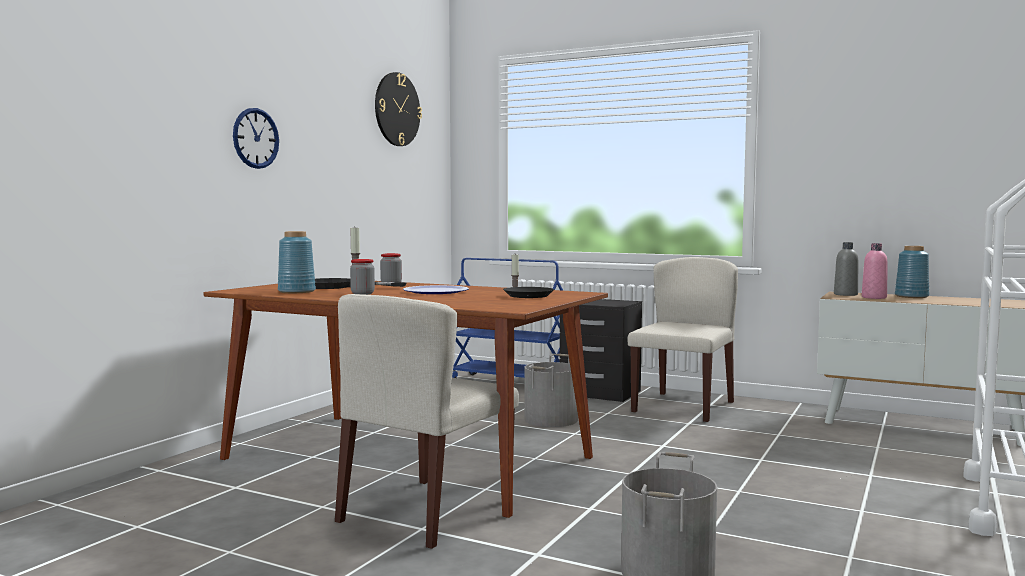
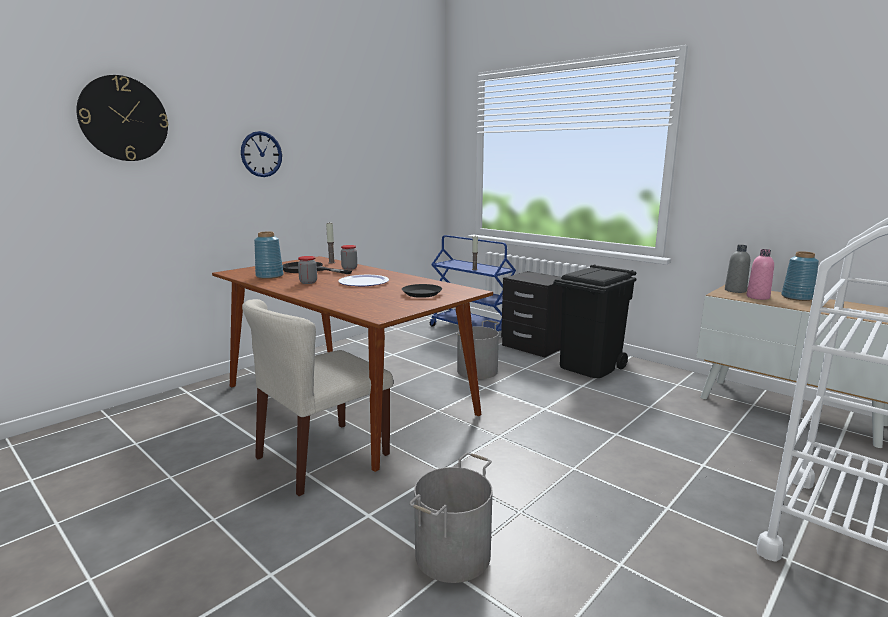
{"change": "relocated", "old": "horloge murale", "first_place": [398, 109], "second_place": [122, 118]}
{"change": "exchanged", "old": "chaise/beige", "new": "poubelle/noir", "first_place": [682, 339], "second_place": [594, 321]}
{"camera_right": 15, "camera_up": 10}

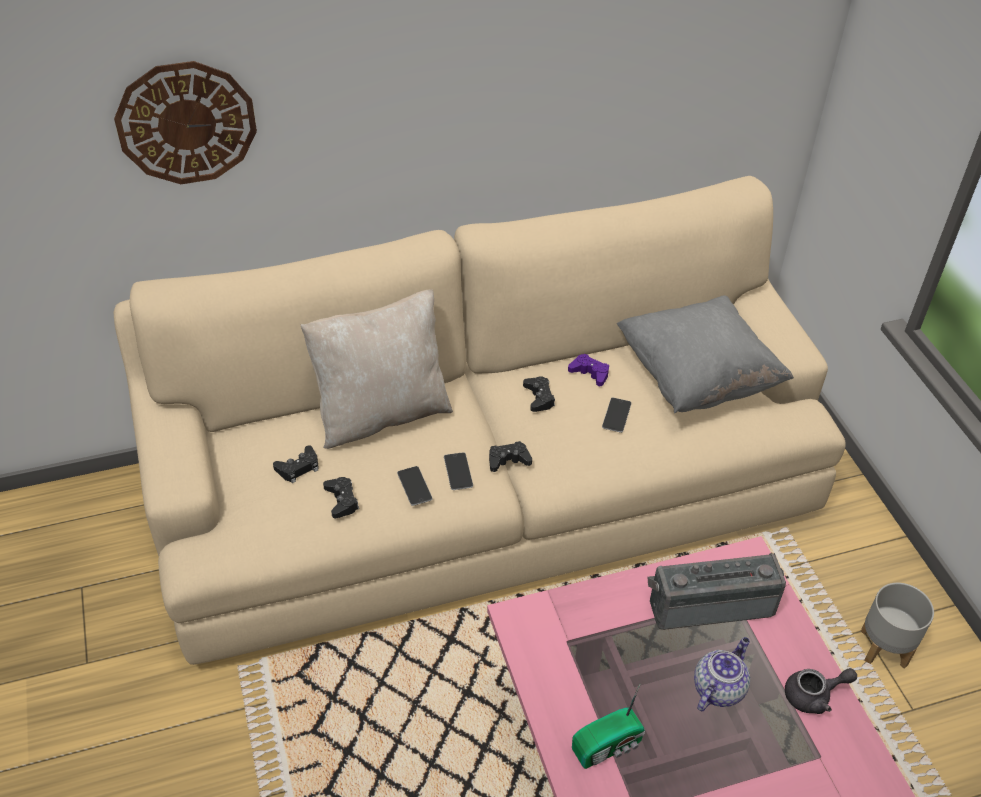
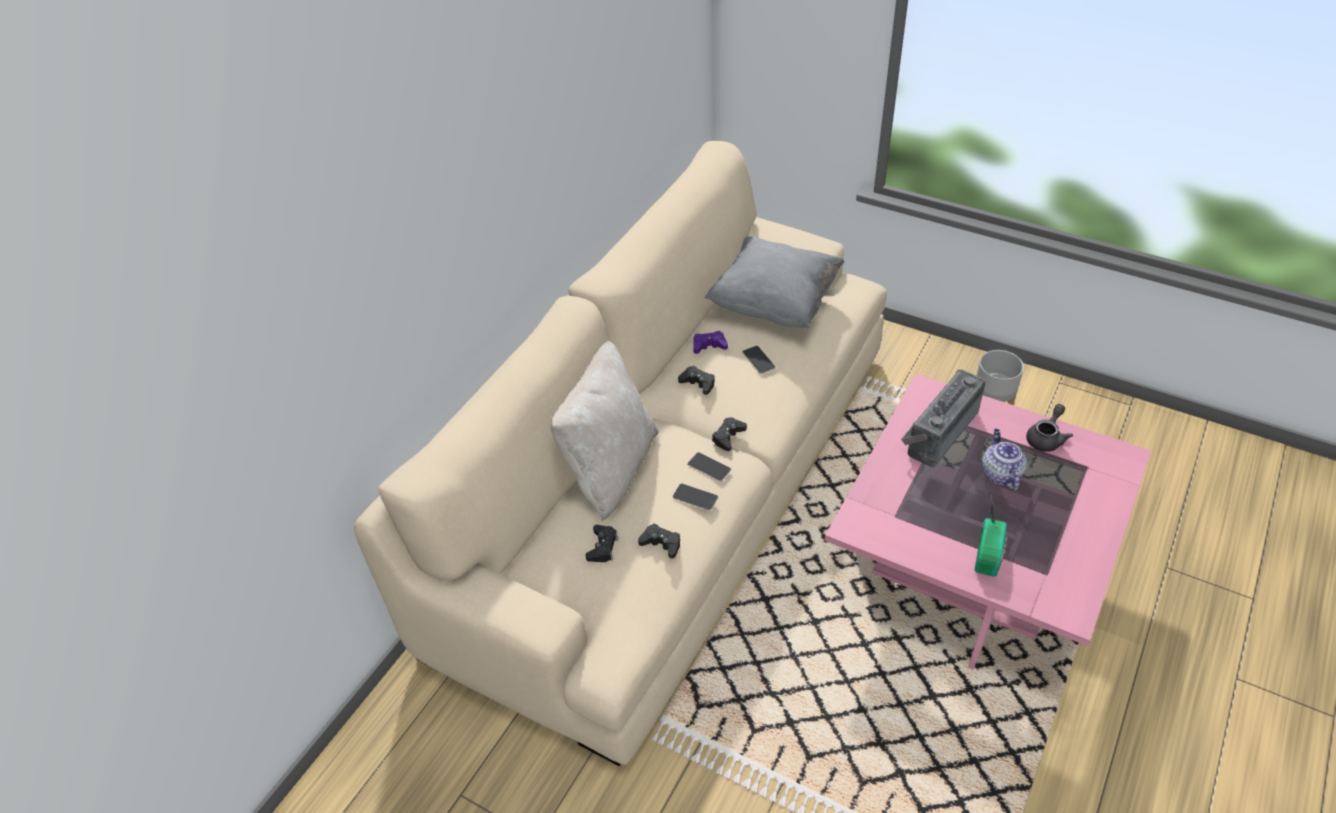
{"change": "missing", "old": "horloge murale", "first_place": [185, 122]}
{"camera_right": -40, "camera_up": 0}

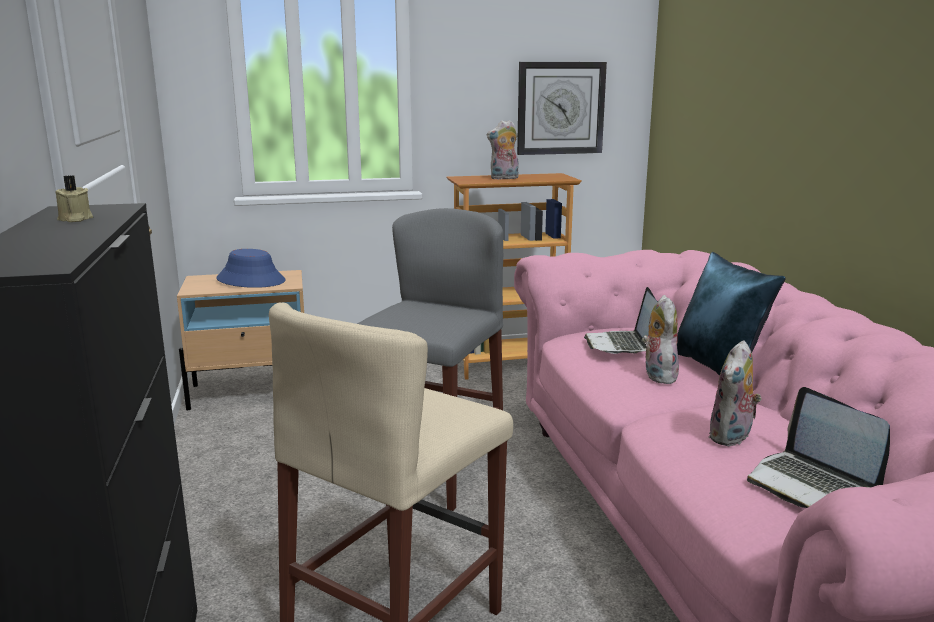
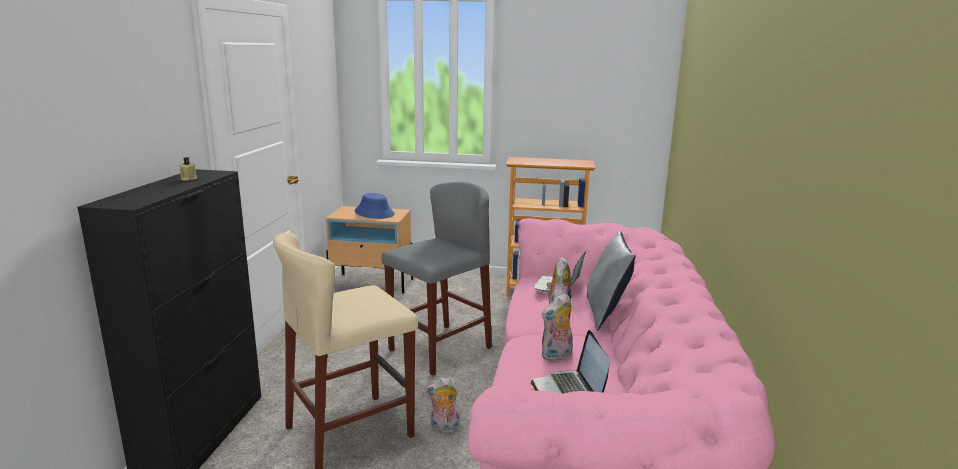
{"change": "relocated", "old": "peluche", "first_place": [503, 150], "second_place": [443, 405]}
{"change": "colour", "old": "coussin/bleu", "new": "coussin/gris", "first_place": [731, 314], "second_place": [611, 281]}
{"change": "missing", "old": "horloge murale", "first_place": [562, 108]}
{"camera_right": 20, "camera_up": 0}

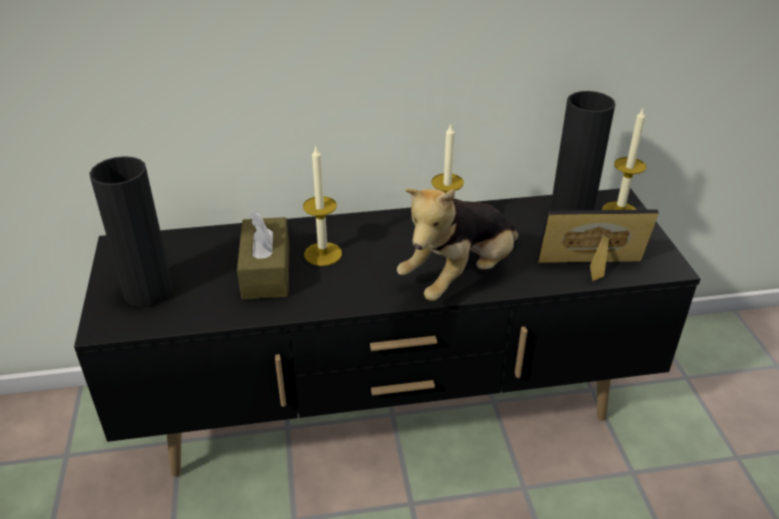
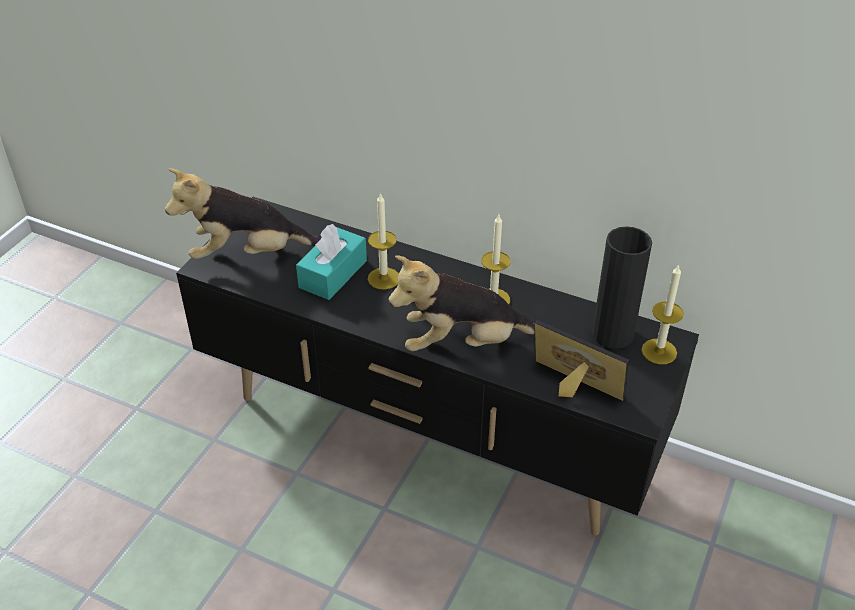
{"change": "exchanged", "old": "vase/noir", "new": "peluche", "first_place": [131, 231], "second_place": [243, 213]}
{"change": "colour", "old": "boîte à mouchoirs/marron", "new": "boîte à mouchoirs/turquoise", "first_place": [263, 255], "second_place": [331, 262]}
{"camera_right": 35, "camera_up": 5}

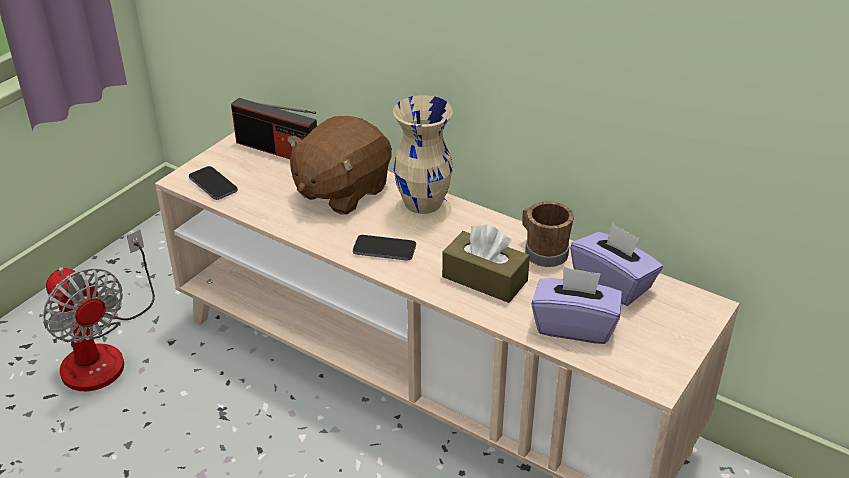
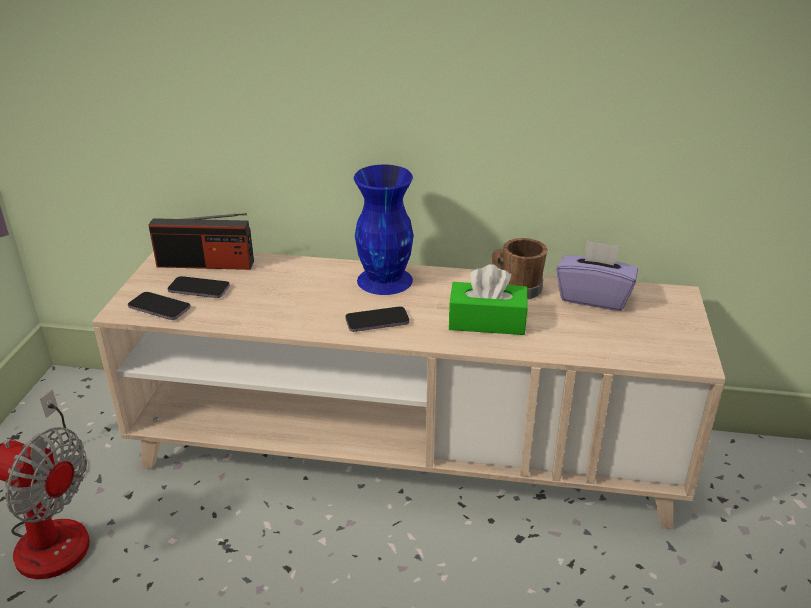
{"change": "appeared", "new": "téléphone", "second_place": [198, 287]}
{"change": "colour", "old": "vase/beige", "new": "vase/bleu", "first_place": [423, 160], "second_place": [384, 230]}
{"change": "colour", "old": "boîte à mouchoirs/marron", "new": "boîte à mouchoirs/vert", "first_place": [486, 263], "second_place": [488, 299]}
{"change": "missing", "old": "peluche/marron", "first_place": [339, 165]}
{"change": "missing", "old": "boîte à mouchoirs/violet", "first_place": [576, 305]}
{"camera_right": -25, "camera_up": -5}

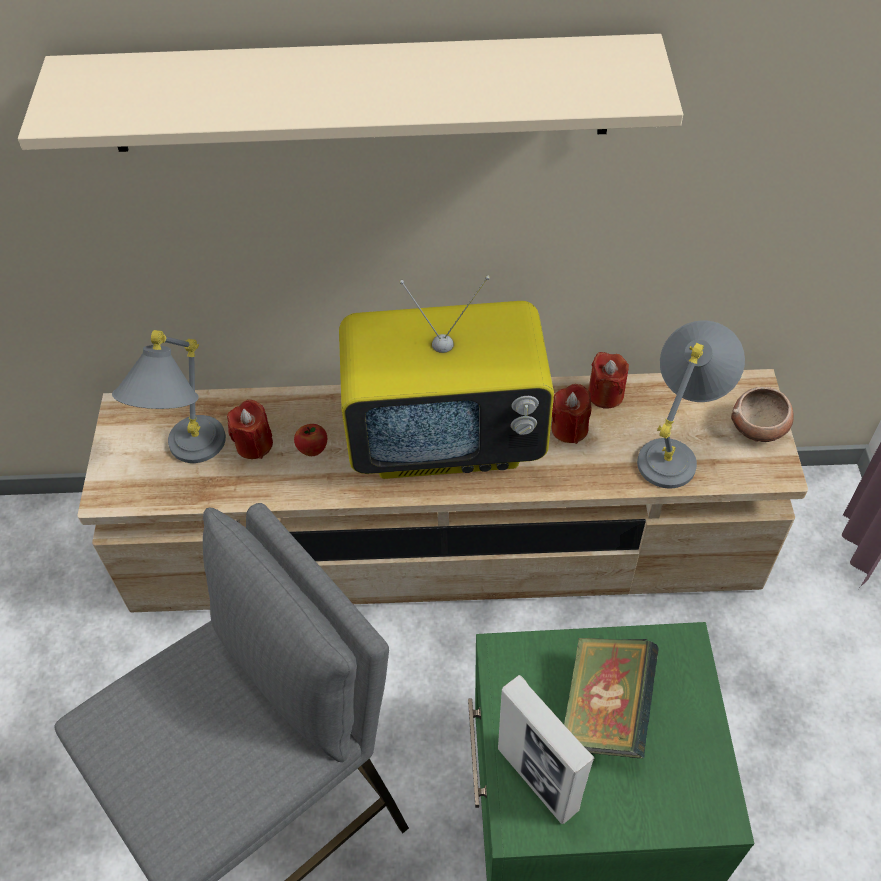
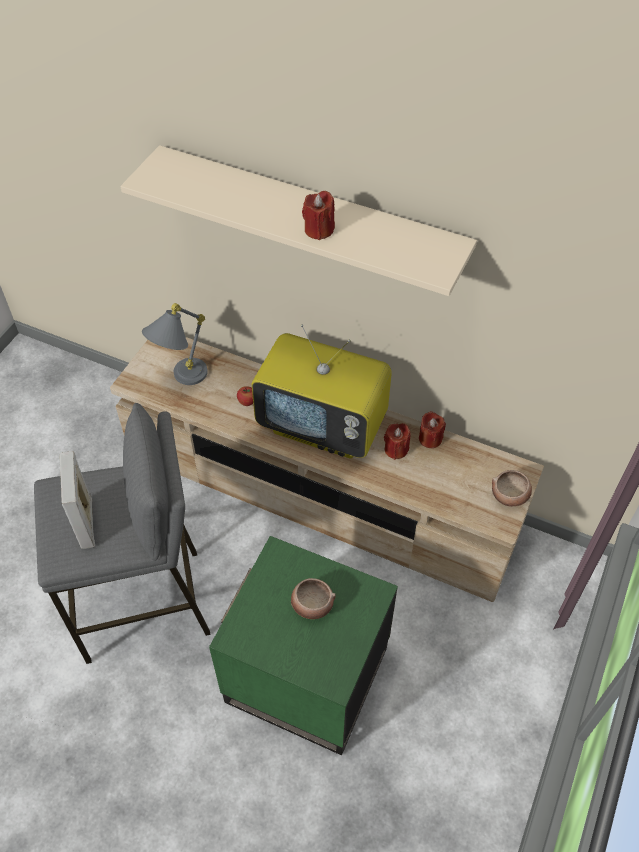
{"change": "relocated", "old": "cadre photo", "first_place": [546, 749], "second_place": [77, 500]}
{"change": "exchanged", "old": "livre", "new": "bol", "first_place": [611, 698], "second_place": [313, 598]}
{"change": "relocated", "old": "bougie/rouge", "first_place": [250, 429], "second_place": [318, 215]}
{"change": "missing", "old": "lampe de table/gris", "first_place": [691, 404]}
{"camera_right": 25, "camera_up": 0}

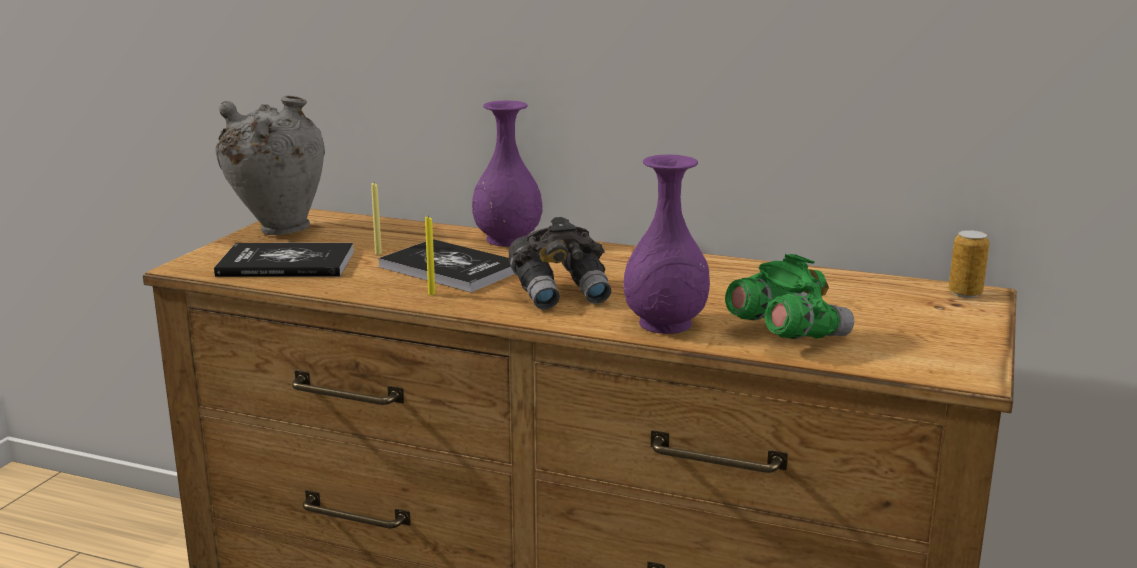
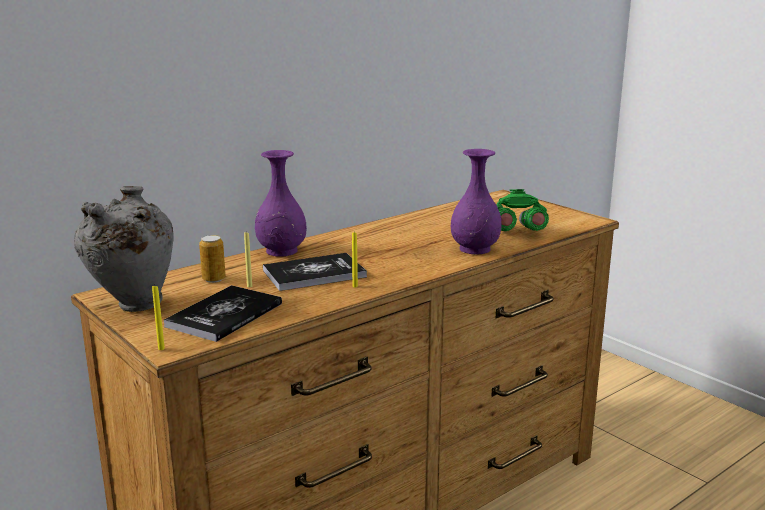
{"change": "appeared", "new": "bougie/jaune", "second_place": [158, 318]}
{"change": "relocated", "old": "boîte métallique", "first_place": [969, 264], "second_place": [212, 259]}
{"change": "missing", "old": "jumelles/gris", "first_place": [560, 263]}
{"camera_right": -60, "camera_up": 0}

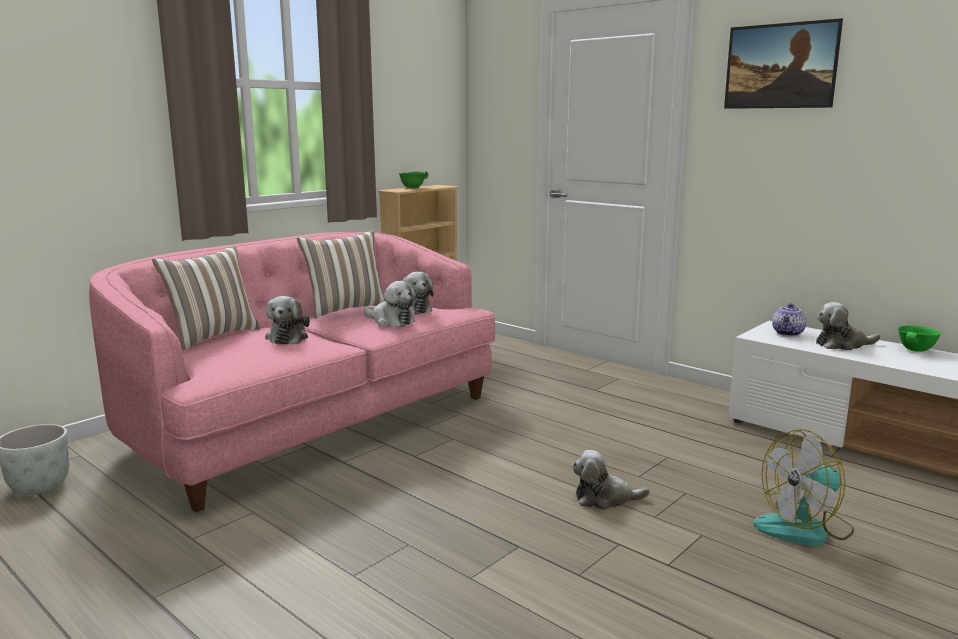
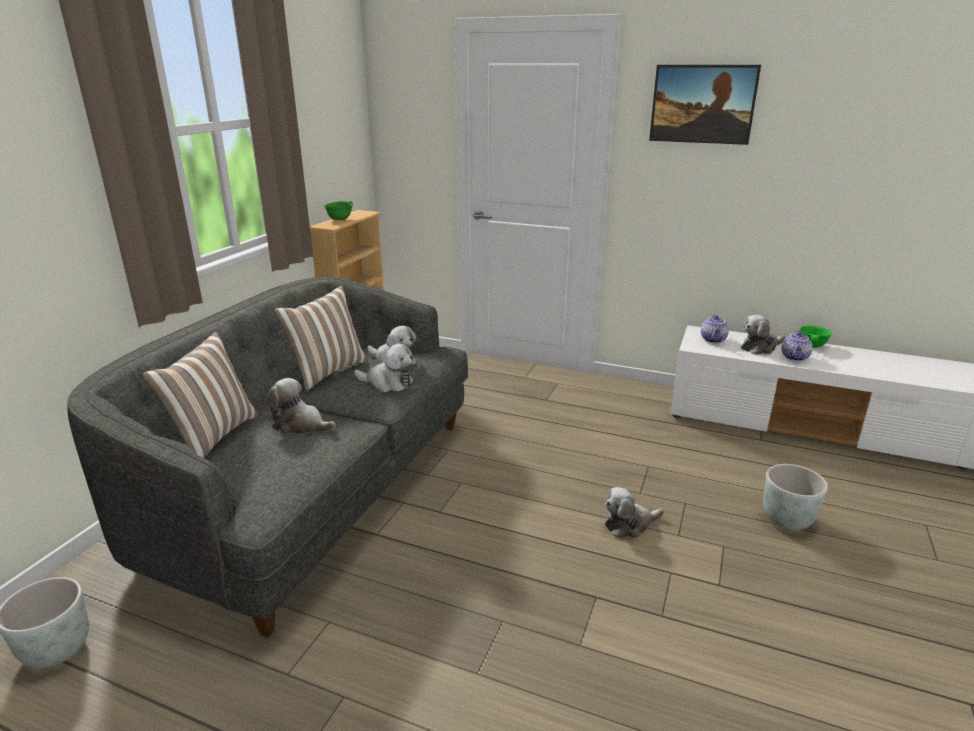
{"change": "colour", "old": "canapé/rose", "new": "canapé/gris", "first_place": [292, 372], "second_place": [267, 457]}
{"change": "spun", "old": "peluche", "first_place": [287, 320], "second_place": [301, 406], "degrees": 135}
{"change": "exchanged", "old": "ventilateur", "new": "cache-pot/gris", "first_place": [803, 487], "second_place": [795, 497]}
{"change": "appeared", "new": "théière", "second_place": [797, 345]}
{"camera_right": -20, "camera_up": 10}

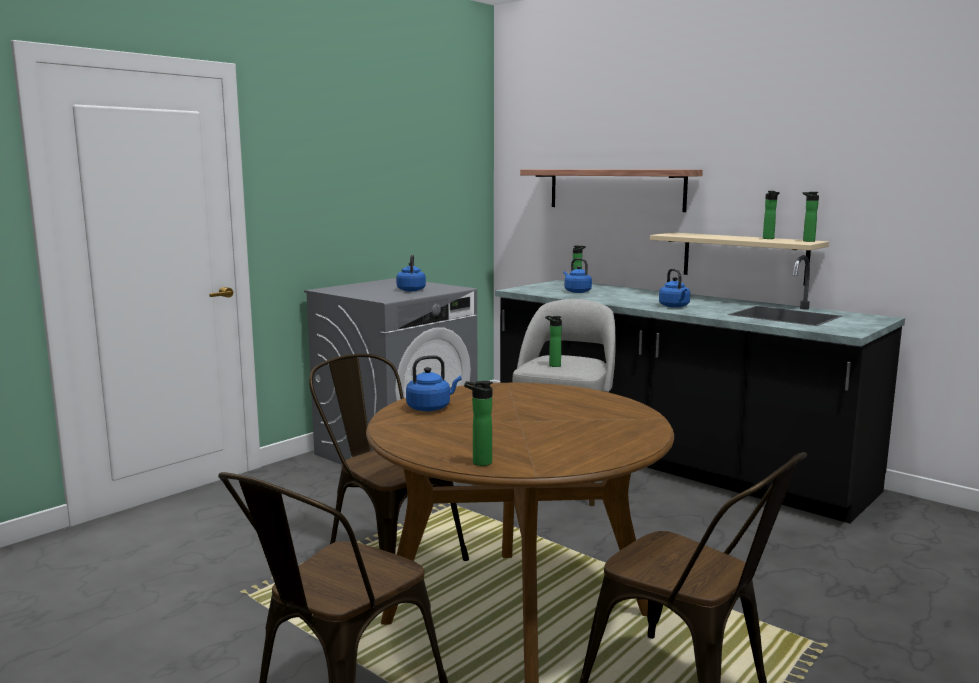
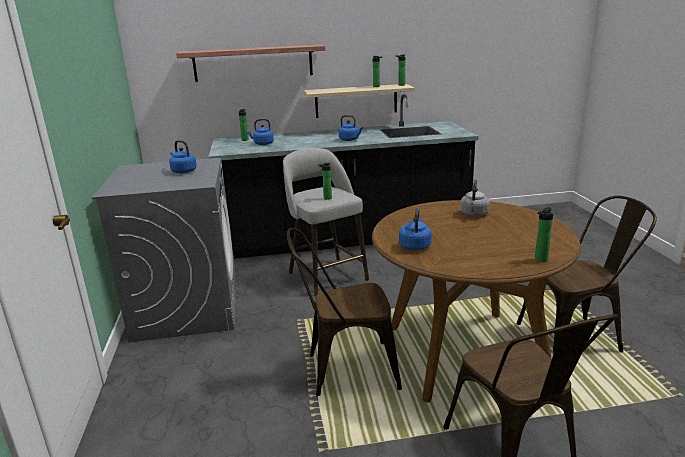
{"change": "appeared", "new": "bouilloire/gris", "second_place": [475, 198]}
{"camera_right": -50, "camera_up": 10}

